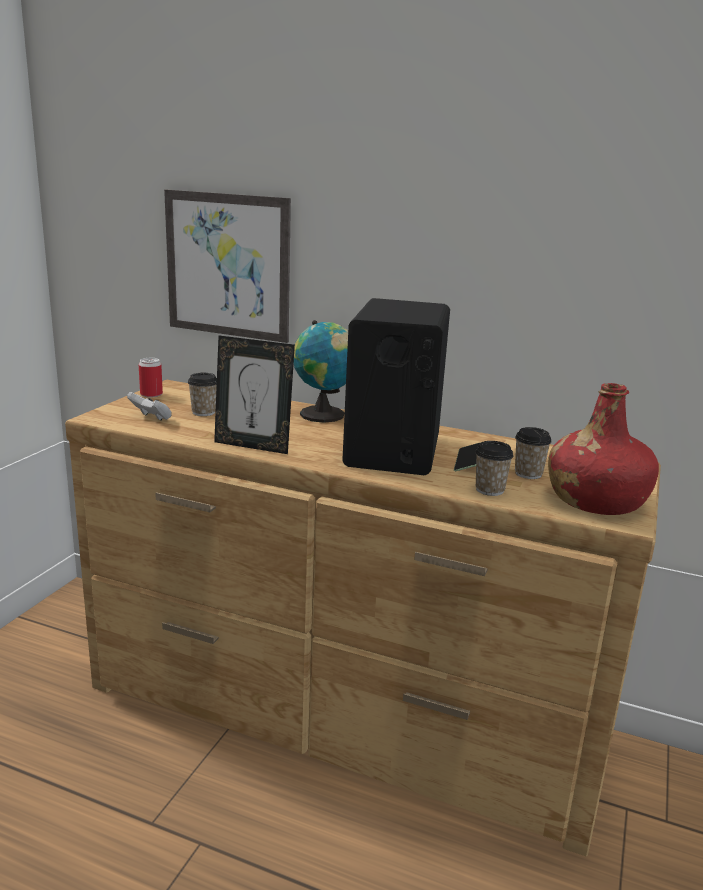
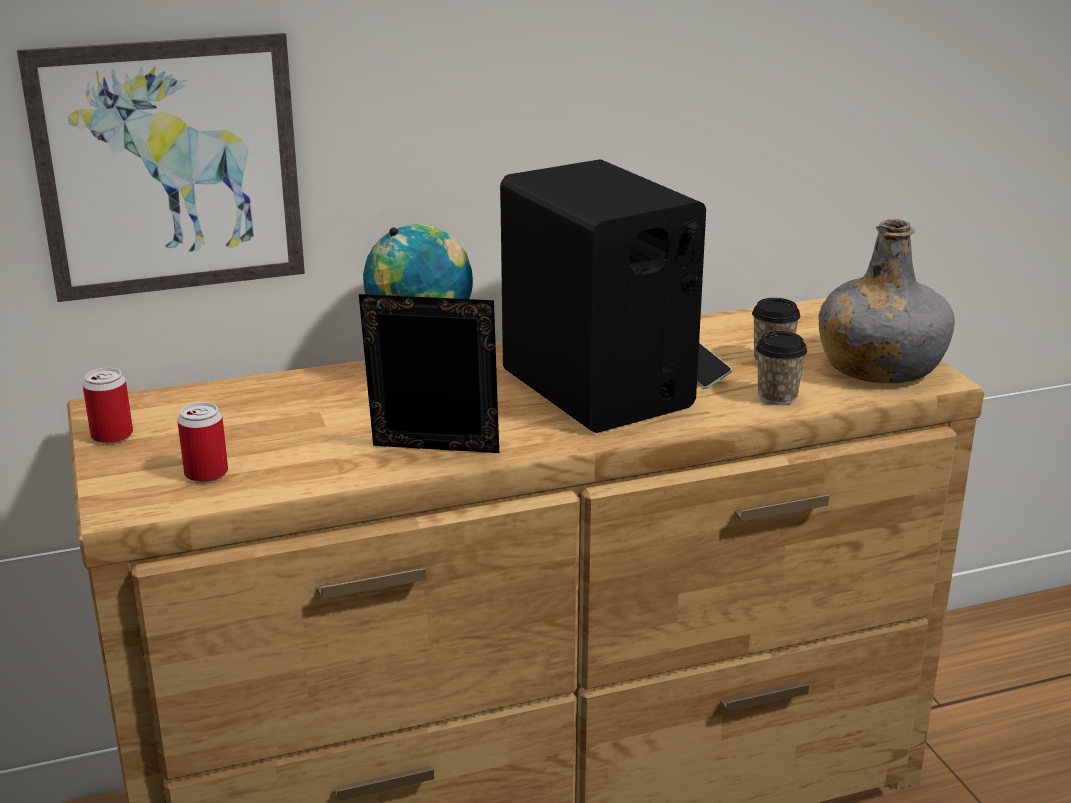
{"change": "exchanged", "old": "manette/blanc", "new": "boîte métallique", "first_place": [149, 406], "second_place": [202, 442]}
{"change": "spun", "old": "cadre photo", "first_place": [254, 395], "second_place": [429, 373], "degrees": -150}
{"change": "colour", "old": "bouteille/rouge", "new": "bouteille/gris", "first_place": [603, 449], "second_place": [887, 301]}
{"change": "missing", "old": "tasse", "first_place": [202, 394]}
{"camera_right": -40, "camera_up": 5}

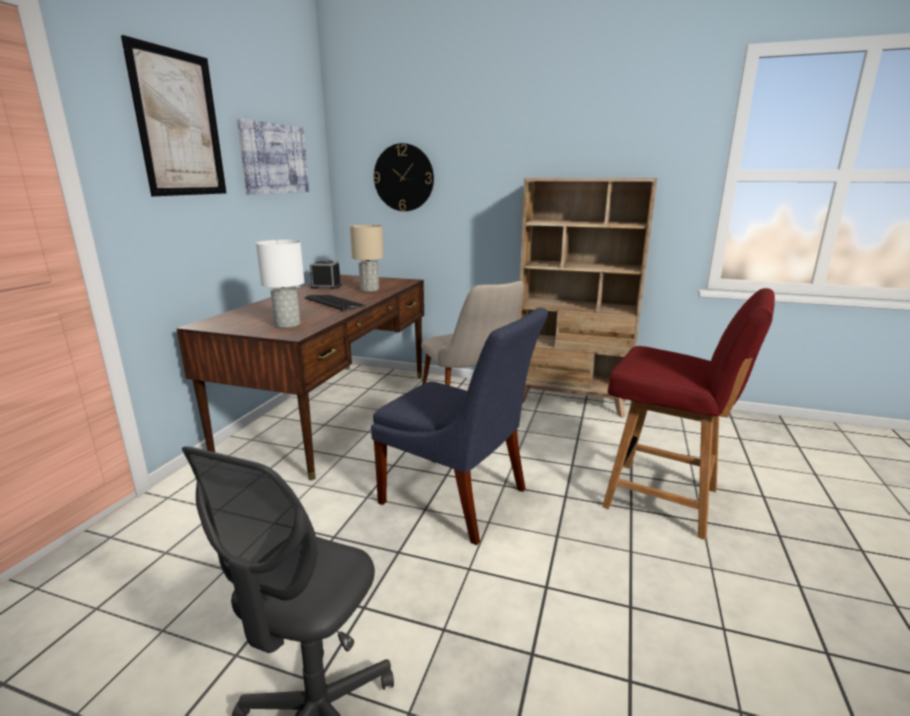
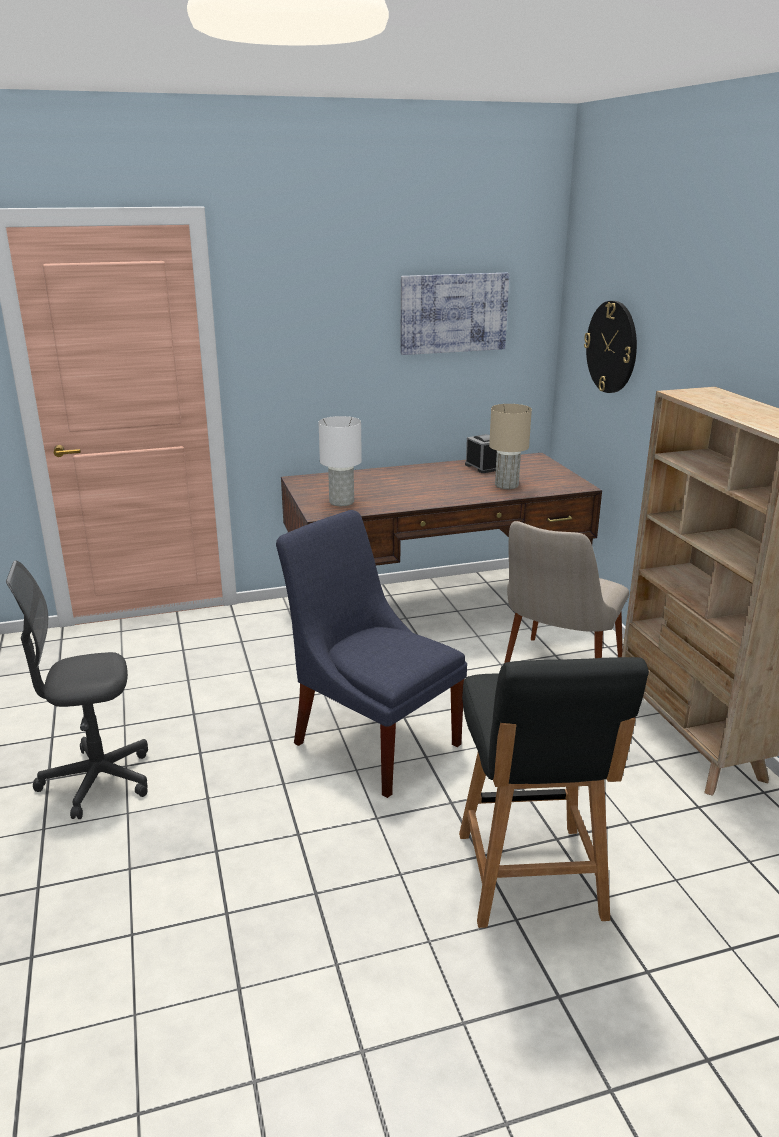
{"change": "spun", "old": "chaise/bleu", "first_place": [459, 426], "second_place": [371, 654], "degrees": 135}
{"change": "colour", "old": "chaise/rouge", "new": "chaise/noir", "first_place": [688, 414], "second_place": [554, 792]}
{"change": "missing", "old": "tableau", "first_place": [174, 115]}
{"change": "missing", "old": "clavier", "first_place": [336, 303]}
{"camera_right": 55, "camera_up": 5}

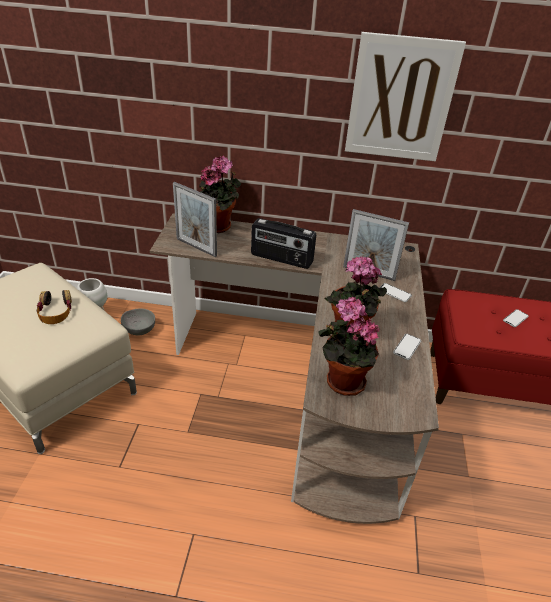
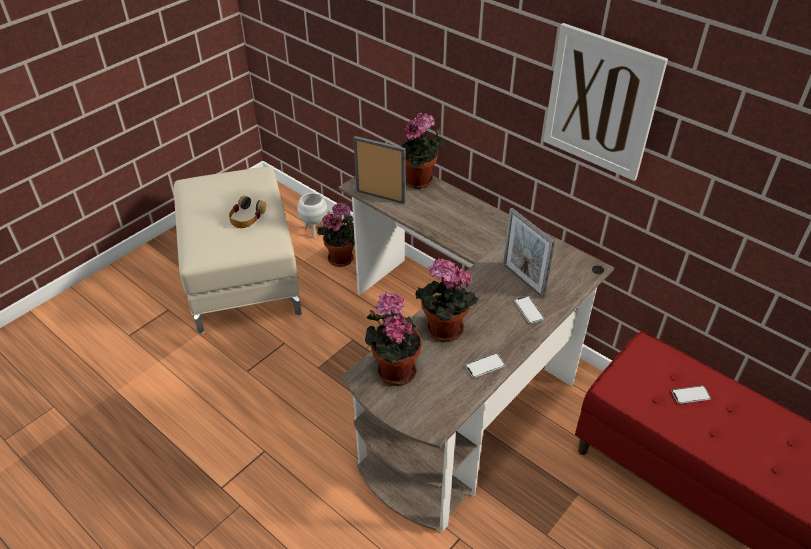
{"change": "exchanged", "old": "bol/gris", "new": "plante en pot", "first_place": [138, 322], "second_place": [336, 234]}
{"change": "spun", "old": "cadre photo", "first_place": [195, 219], "second_place": [379, 170], "degrees": 135}
{"change": "missing", "old": "radio", "first_place": [283, 243]}
{"camera_right": 35, "camera_up": 5}

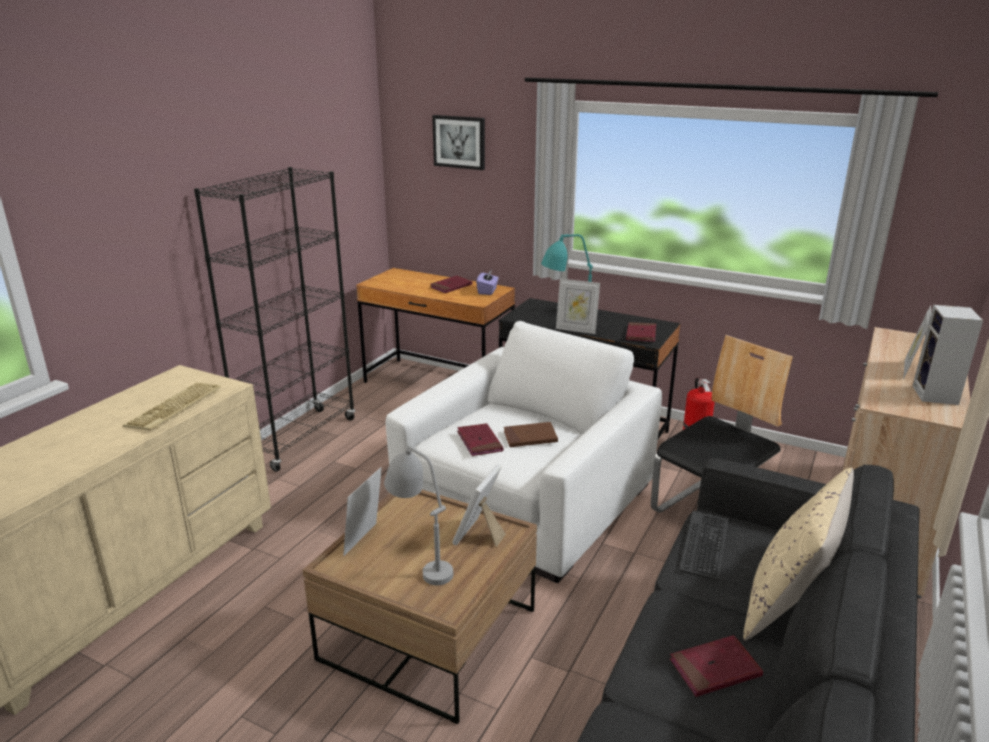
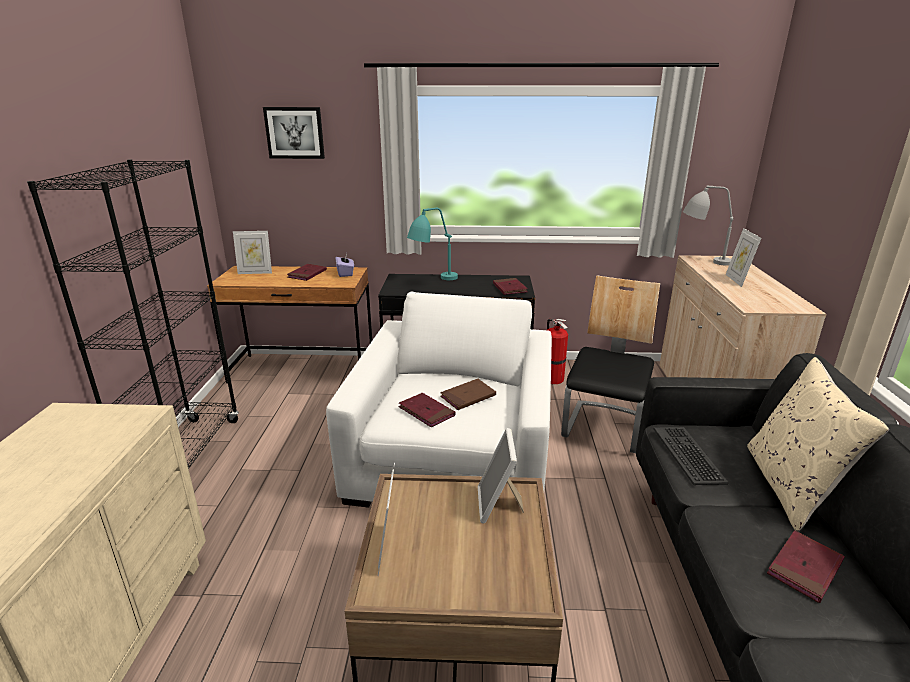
{"change": "relocated", "old": "cadre photo", "first_place": [578, 306], "second_place": [252, 252]}
{"change": "relocated", "old": "lampe de table/gris", "first_place": [418, 515], "second_place": [708, 226]}
{"change": "missing", "old": "clavier", "first_place": [172, 406]}
{"change": "missing", "old": "enceinte", "first_place": [948, 355]}
{"camera_right": -25, "camera_up": 0}

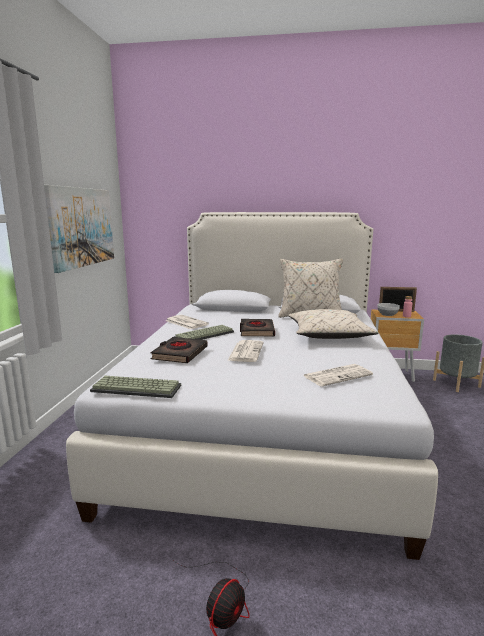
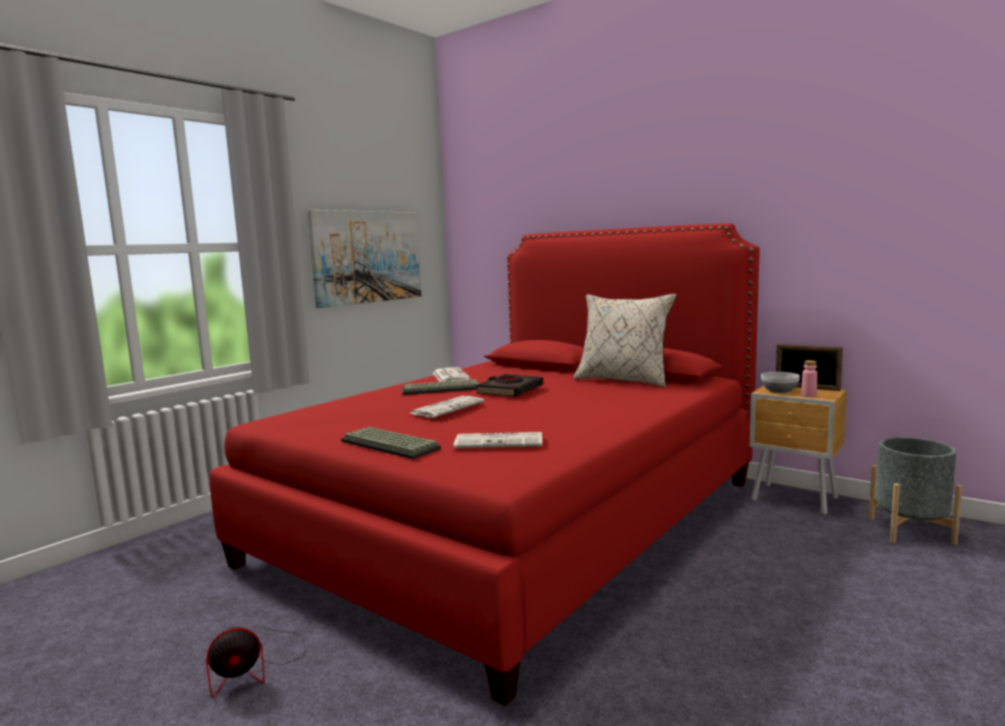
{"change": "colour", "old": "lit/blanc", "new": "lit/rouge", "first_place": [252, 386], "second_place": [484, 464]}
{"change": "relocated", "old": "clavier", "first_place": [135, 387], "second_place": [391, 443]}
{"change": "missing", "old": "livre/noir", "first_place": [179, 350]}
{"change": "missing", "old": "coussin/beige", "first_place": [333, 324]}
{"camera_right": 30, "camera_up": -5}

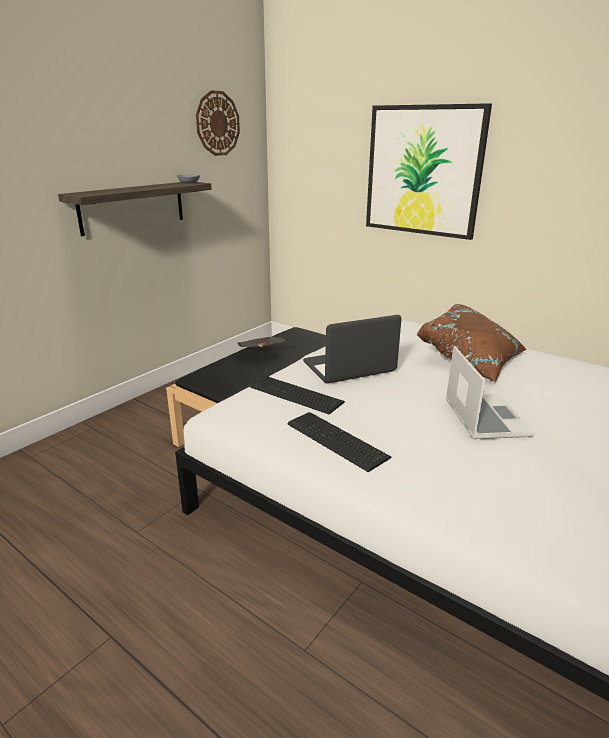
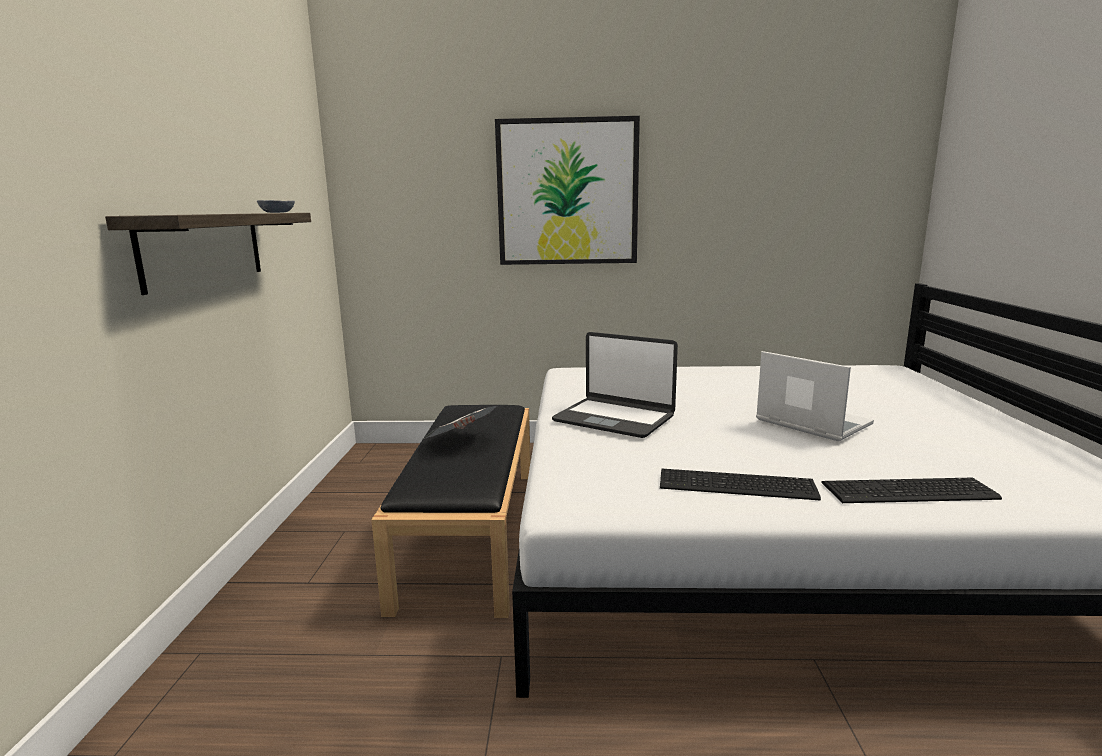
{"change": "spun", "old": "ordinateur portable", "first_place": [352, 349], "second_place": [615, 385], "degrees": -90}
{"change": "relocated", "old": "clavier", "first_place": [297, 395], "second_place": [912, 490]}
{"change": "missing", "old": "horloge murale", "first_place": [218, 123]}
{"change": "missing", "old": "coussin/marron", "first_place": [471, 343]}
{"camera_right": -35, "camera_up": -10}

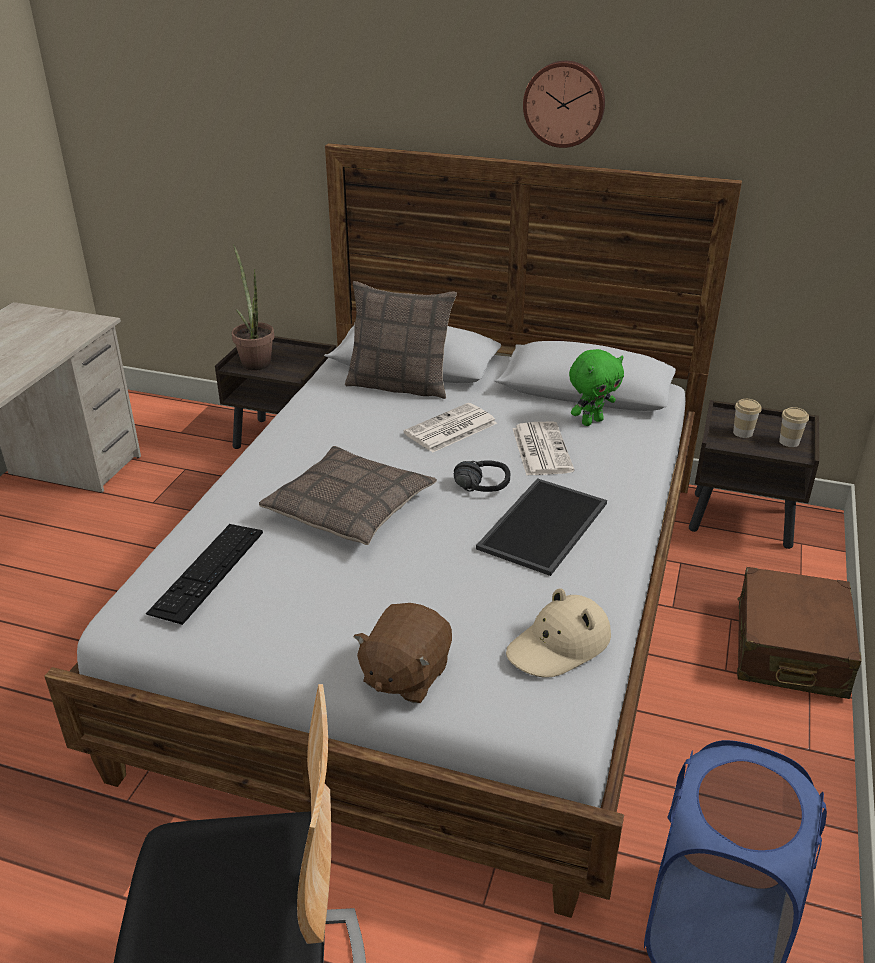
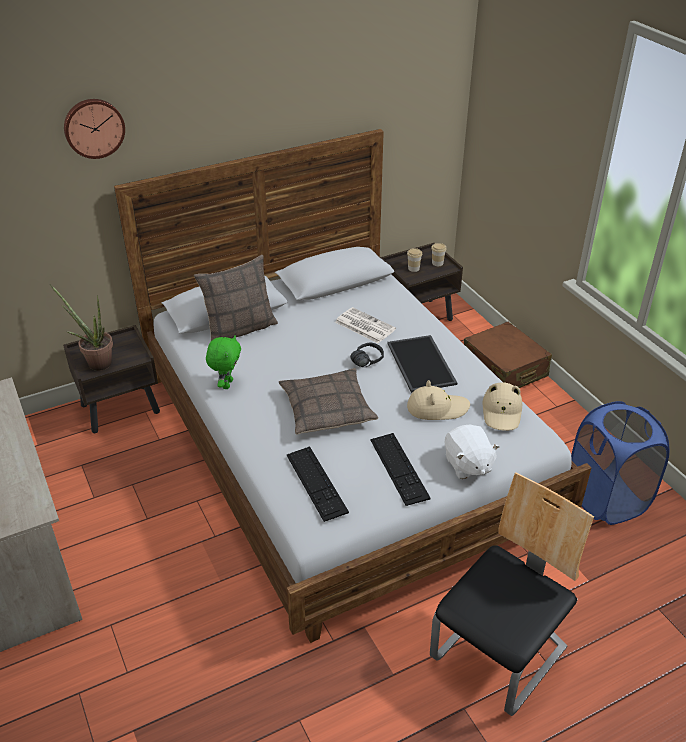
{"change": "relocated", "old": "horloge murale", "first_place": [564, 104], "second_place": [94, 129]}
{"change": "relocated", "old": "peluche/vert", "first_place": [596, 387], "second_place": [223, 362]}
{"change": "appeared", "new": "clavier", "second_place": [400, 469]}
{"change": "appeared", "new": "chapeau/beige", "second_place": [438, 400]}
{"change": "colour", "old": "peluche/marron", "new": "peluche/blanc", "first_place": [402, 653], "second_place": [472, 452]}
{"change": "missing", "old": "journal", "first_place": [450, 428]}
{"camera_right": -45, "camera_up": 5}

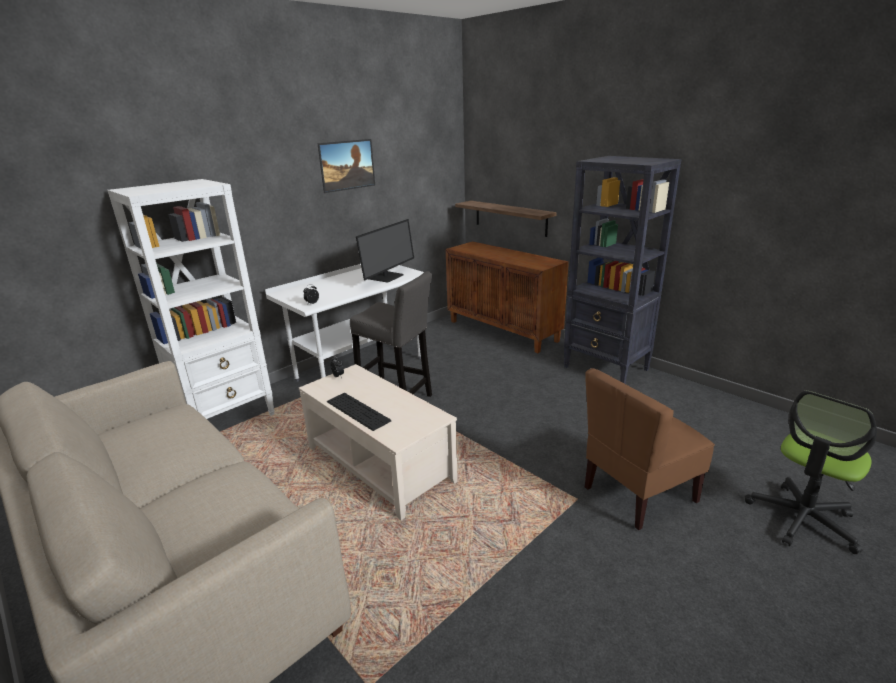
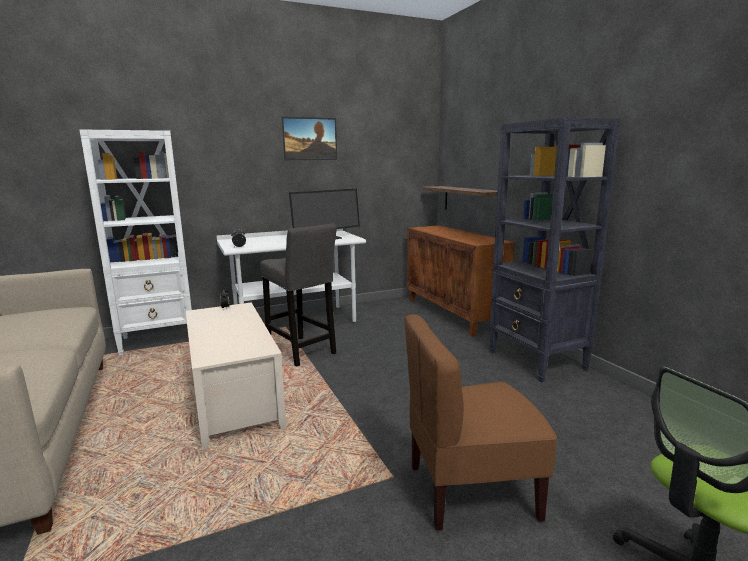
{"change": "missing", "old": "clavier", "first_place": [359, 412]}
{"camera_right": 20, "camera_up": -10}

